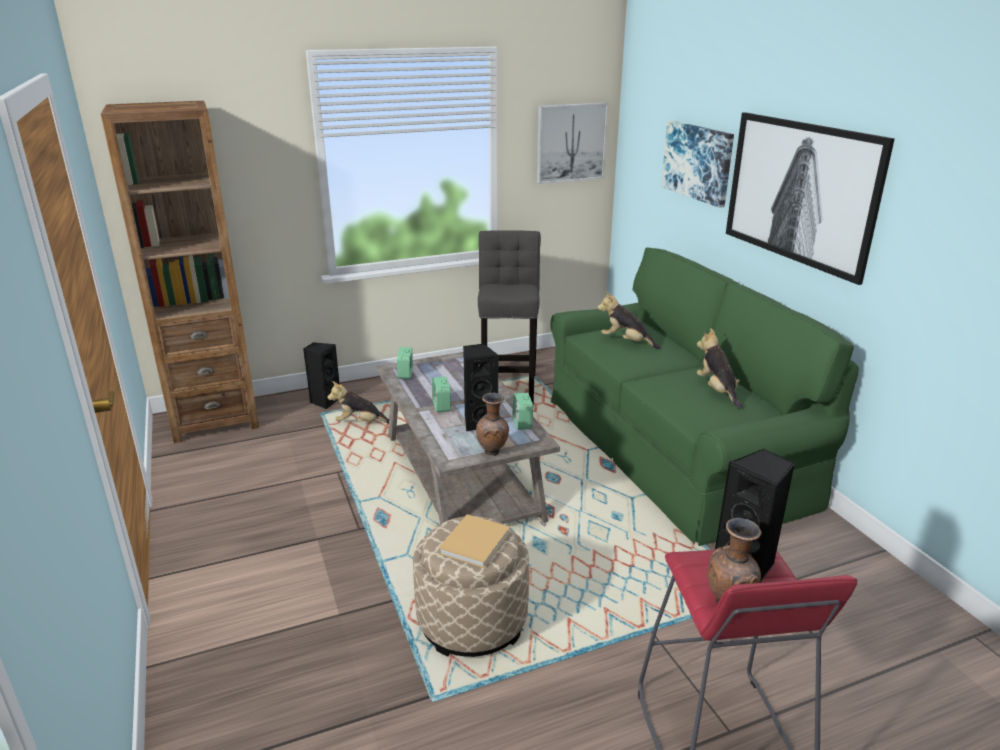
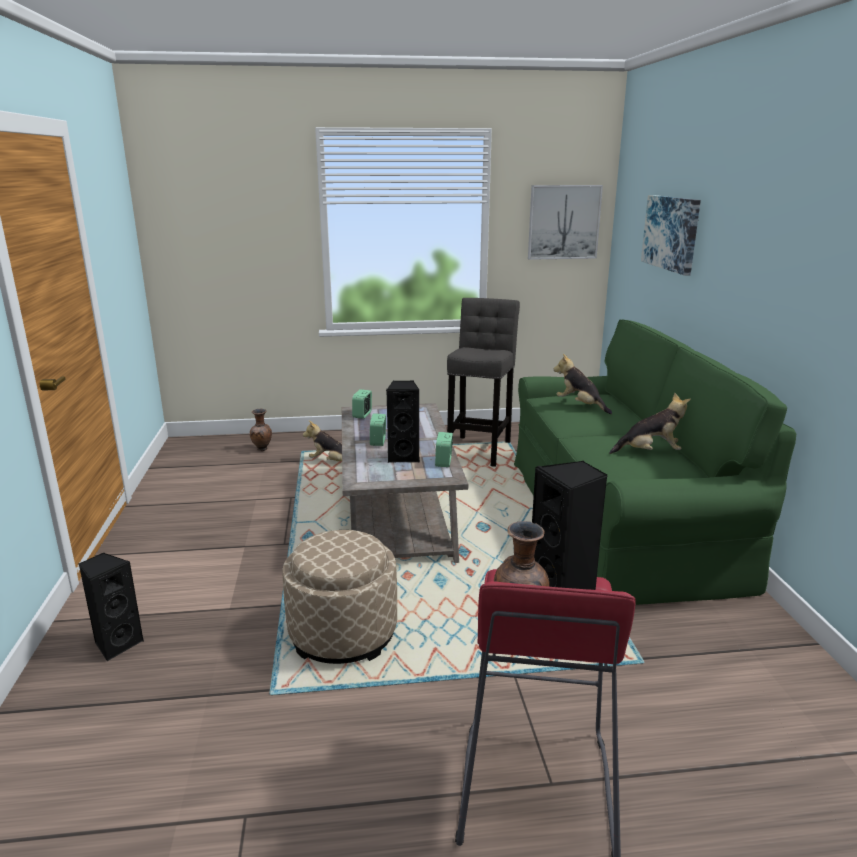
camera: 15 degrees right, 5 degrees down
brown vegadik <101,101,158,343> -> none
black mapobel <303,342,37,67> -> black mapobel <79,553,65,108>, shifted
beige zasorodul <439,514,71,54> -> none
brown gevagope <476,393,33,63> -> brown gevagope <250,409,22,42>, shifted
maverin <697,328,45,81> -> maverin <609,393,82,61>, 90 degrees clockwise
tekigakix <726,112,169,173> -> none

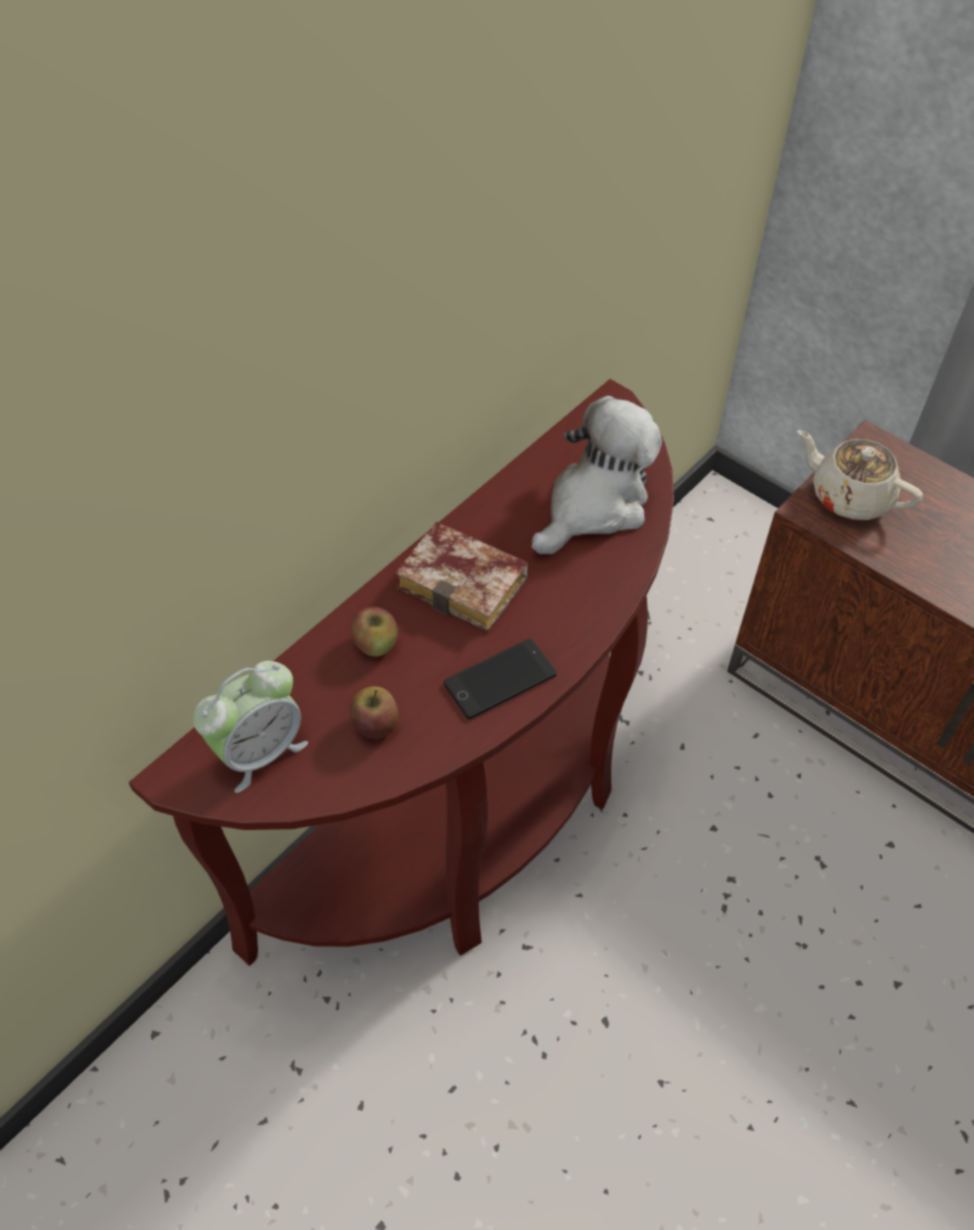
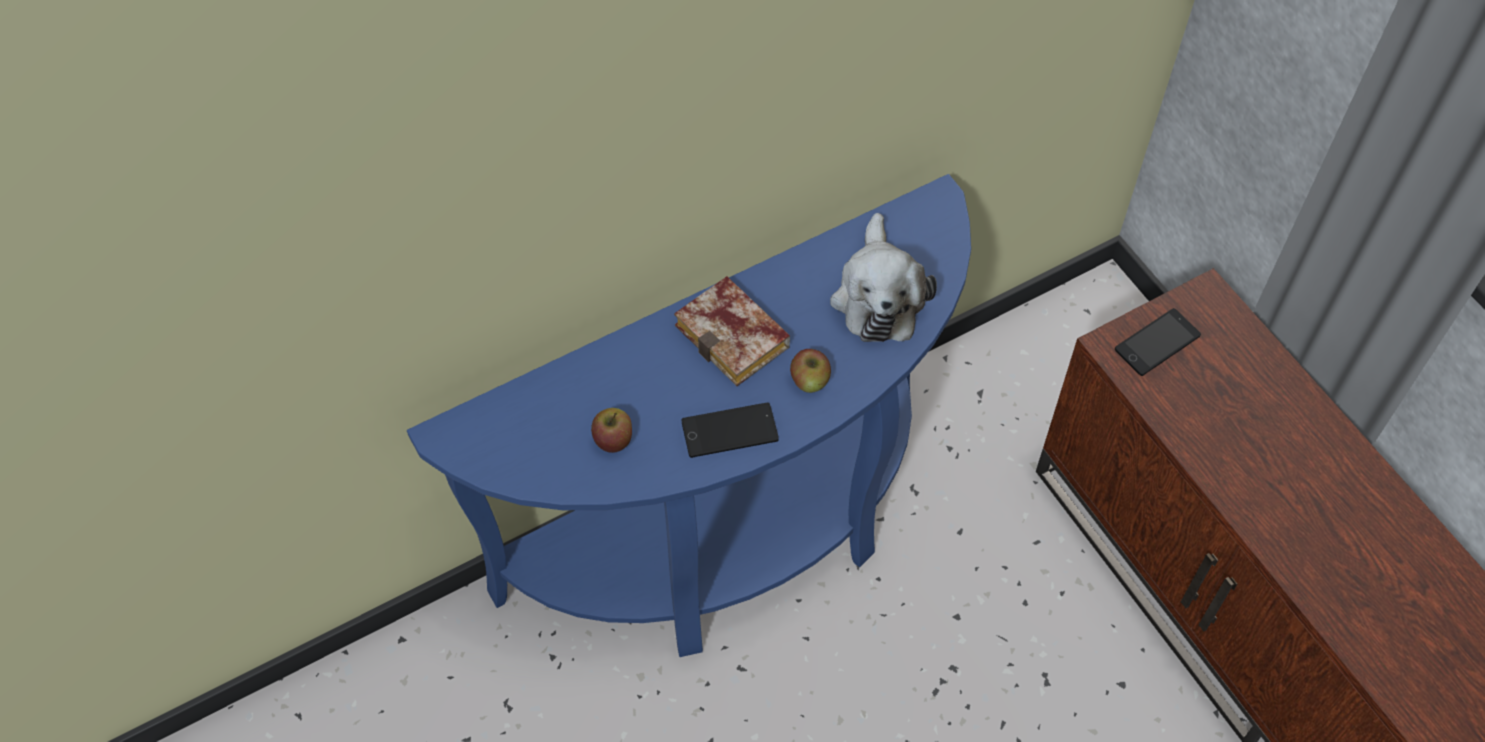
camera: 20 degrees right, 5 degrees up
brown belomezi <129,379,545,587> -> blue belomezi <407,174,564,483>
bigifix <193,661,115,132> -> none
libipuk <350,607,48,50> -> libipuk <790,349,41,44>, shifted
maverin <531,396,131,158> -> maverin <830,213,107,129>, 120 degrees clockwise
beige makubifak <797,430,126,90> -> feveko <1115,308,86,68>

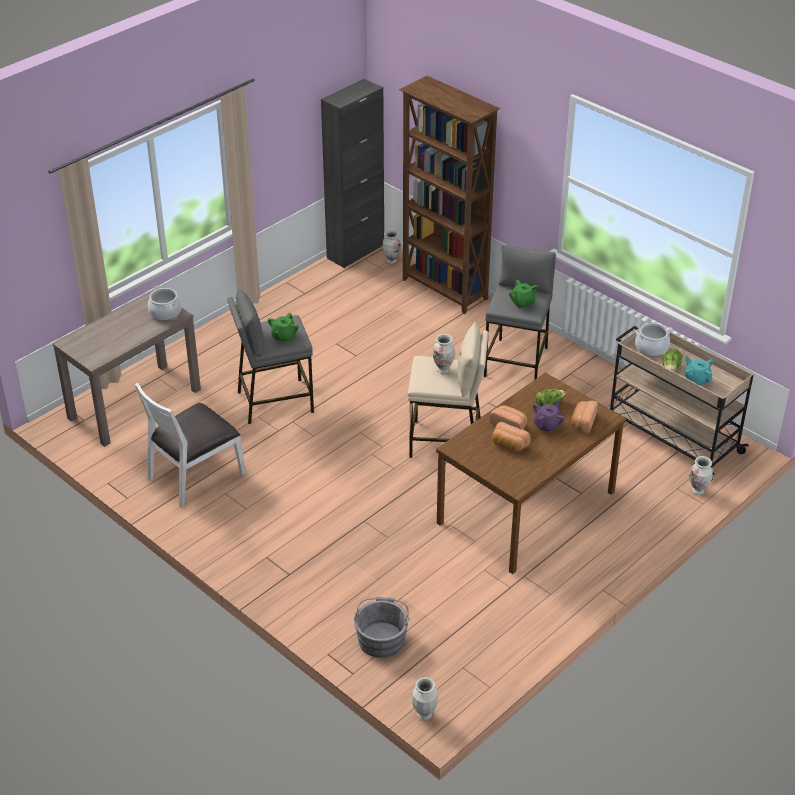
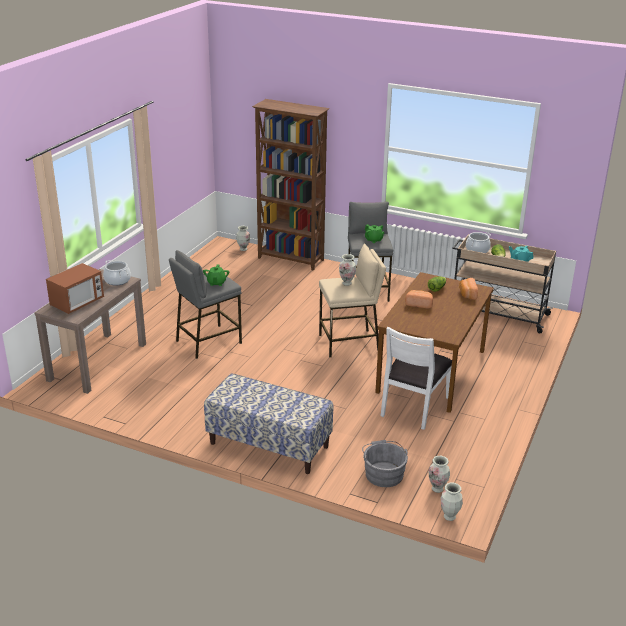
camera: 20 degrees left, 10 degrees down
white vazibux <135,383,111,125> -> white vazibux <381,327,71,103>, shifted
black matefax <321,79,63,189> -> none
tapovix <492,422,39,30> -> none
purple makubifak <533,400,32,33> -> none
gevagope <689,456,24,39> -> gevagope <429,456,21,37>, shifted
none -> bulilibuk <46,263,58,51>
none -> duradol <204,374,129,100>

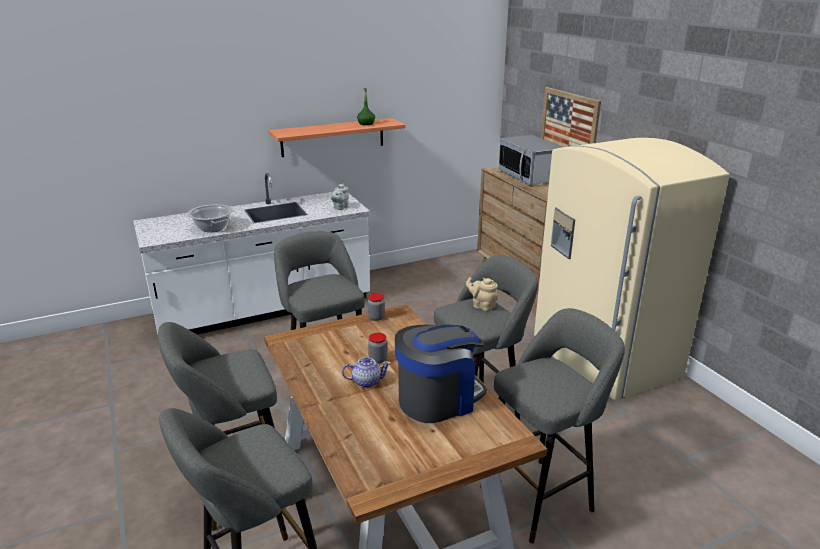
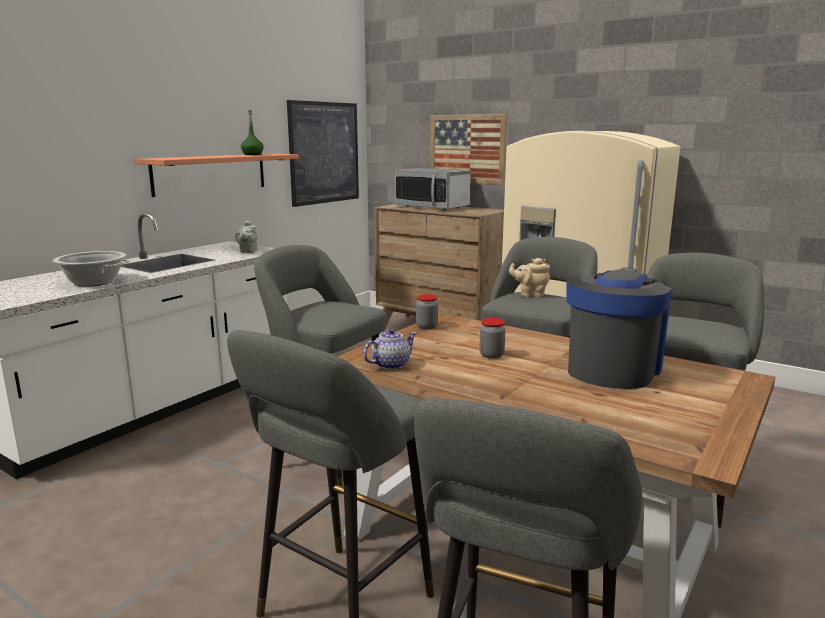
camera: 30 degrees left, 10 degrees down
makubifak <342,357,49,31> -> makubifak <363,329,54,41>, shifted
none -> tekigakix <287,100,72,107>

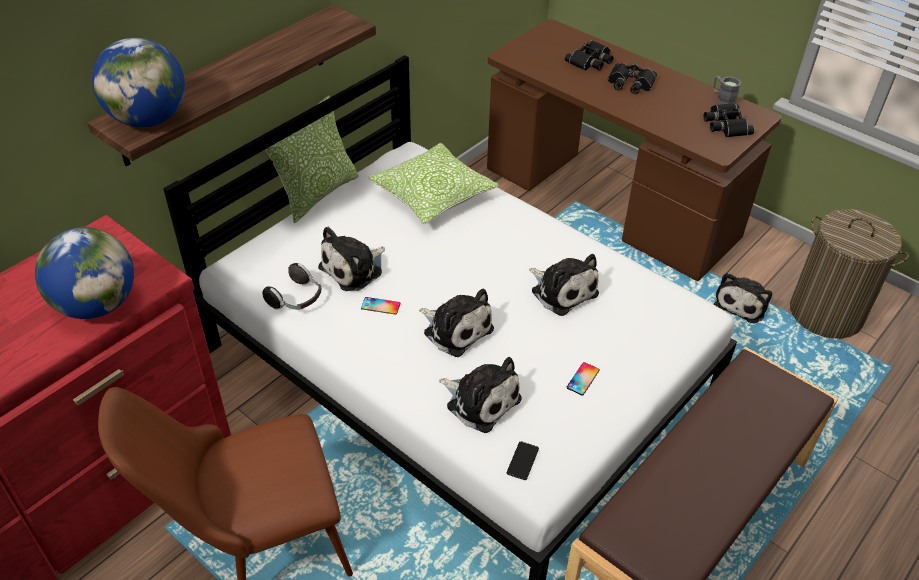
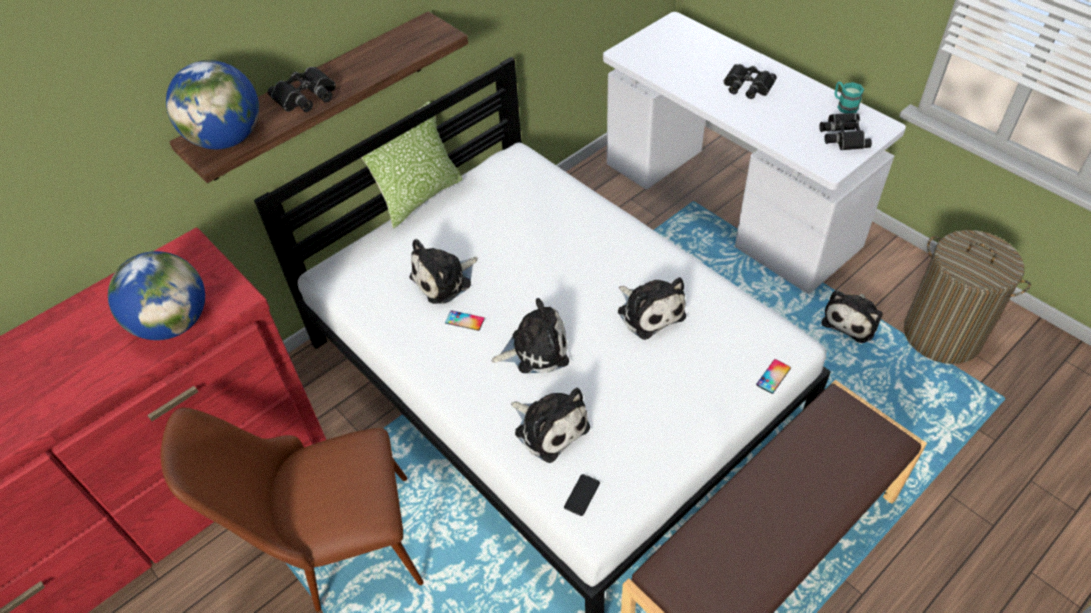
camera: 10 degrees right, 5 degrees up
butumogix <262,263,60,47> -> none
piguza <368,143,131,81> -> none
maverin <419,288,75,69> -> maverin <492,298,77,75>, 60 degrees counterclockwise
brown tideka <487,19,295,262> -> white tideka <603,12,303,282>
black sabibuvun <565,40,48,31> -> black sabibuvun <268,67,68,45>, shifted
feveko <567,362,33,33> -> feveko <756,359,35,35>, shifted
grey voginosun <713,76,28,28> -> turquoise voginosun <834,82,30,31>

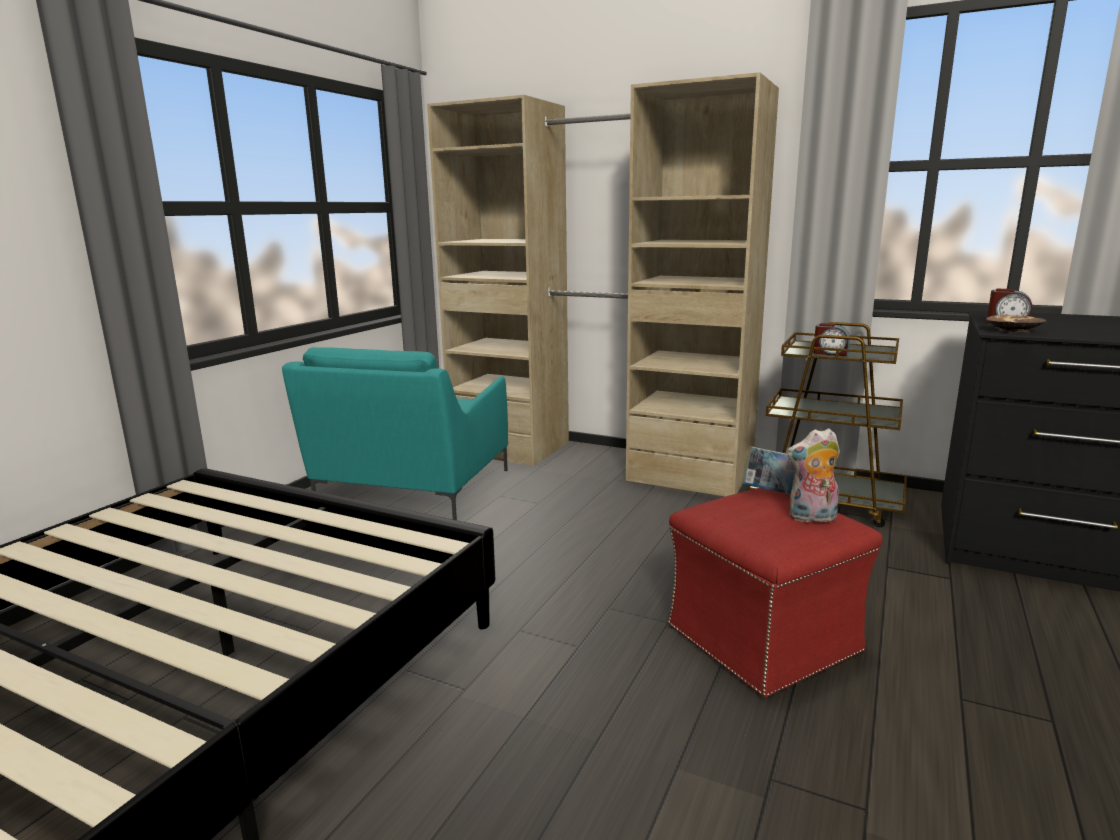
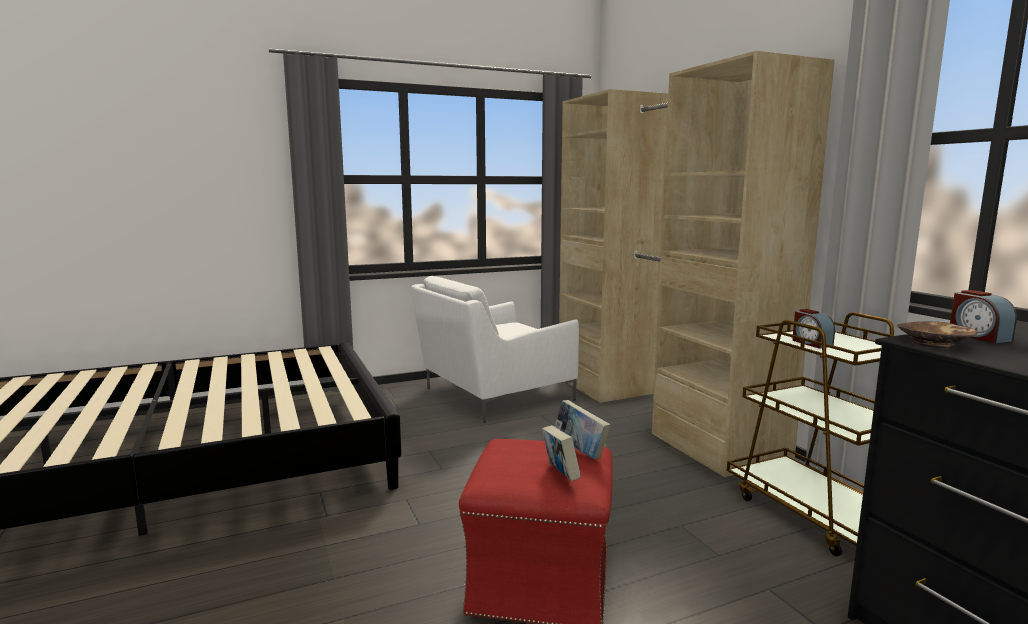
camera: 40 degrees right, 5 degrees down
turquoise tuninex <282,347,226,173> -> white tuninex <411,276,168,147>
maverin <787,428,53,95> -> zasorodul <542,425,39,56>

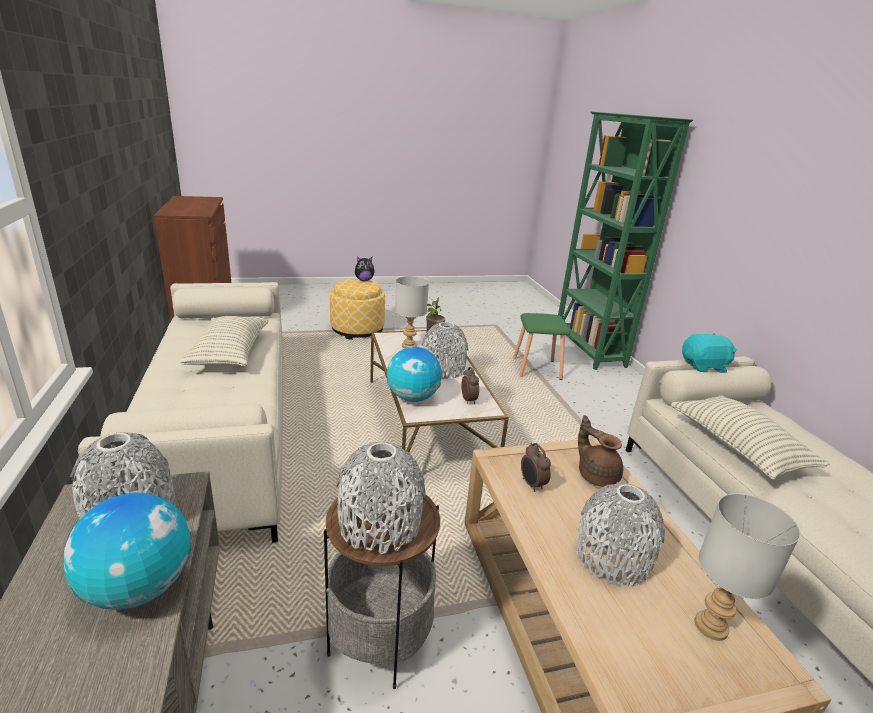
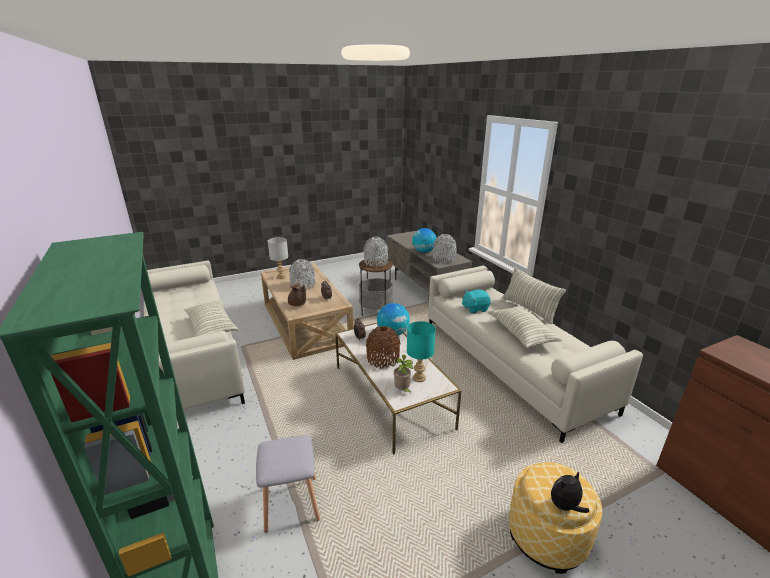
camera: 170 degrees right, 0 degrees up
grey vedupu <395,276,34,72> -> turquoise vedupu <407,321,29,61>
grey gevagope <421,322,47,57> -> brown gevagope <366,326,34,43>
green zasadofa <513,313,58,67> -> grey zasadofa <256,435,64,97>
turquoise maverin <682,334,55,39> -> turquoise maverin <462,290,29,24>, shifted
none -> piguza <503,267,63,57>

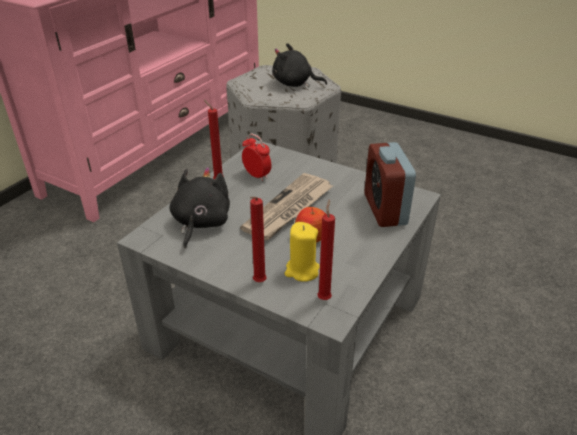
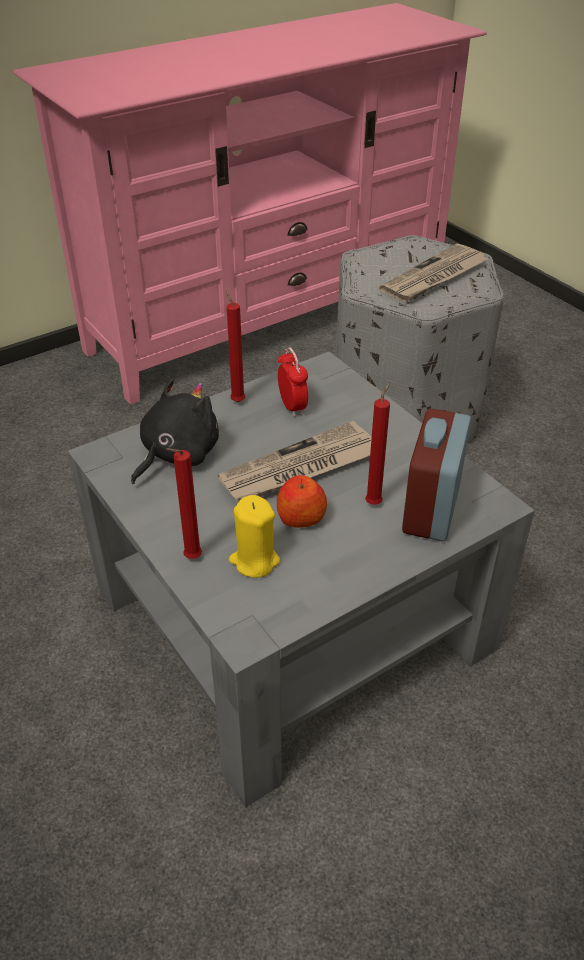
camera: 25 degrees right, 5 degrees up
black maverin <272,43,55,44> -> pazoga <379,244,109,58>
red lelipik <317,199,18,101> -> red lelipik <365,382,25,123>, shifted

